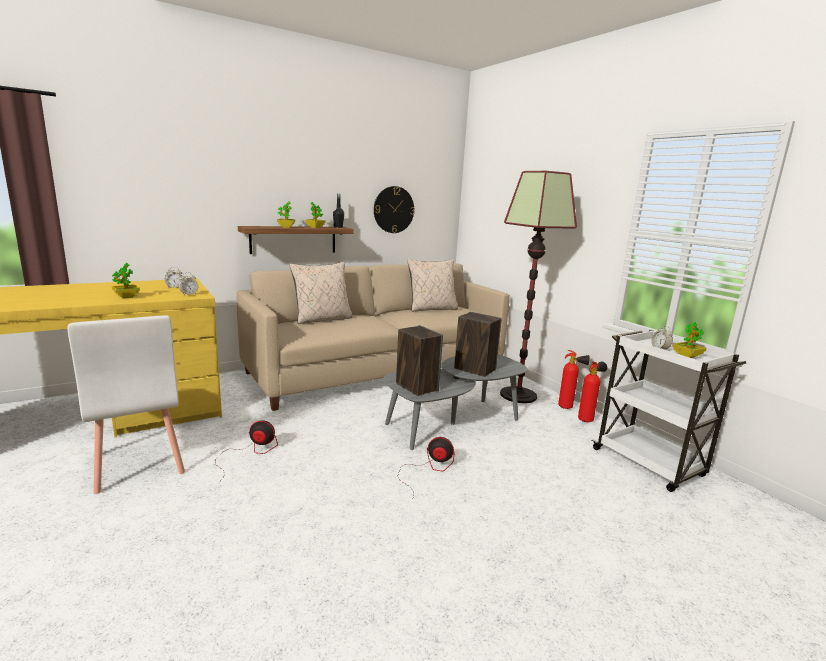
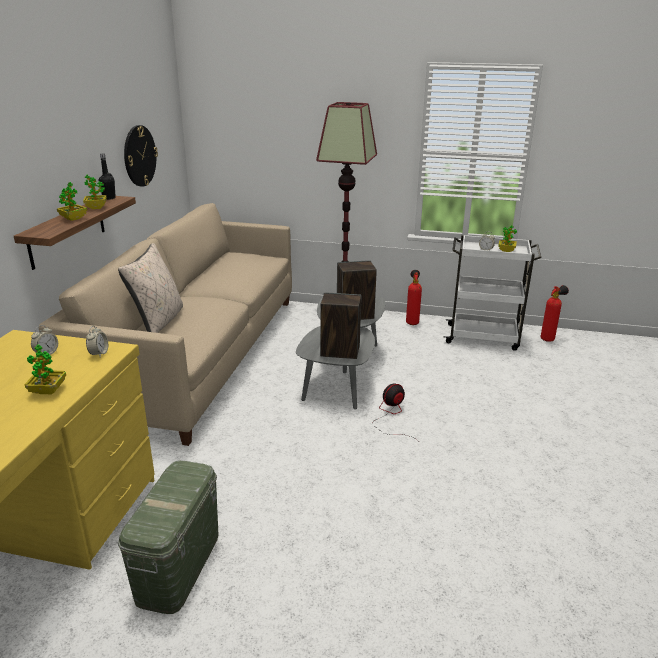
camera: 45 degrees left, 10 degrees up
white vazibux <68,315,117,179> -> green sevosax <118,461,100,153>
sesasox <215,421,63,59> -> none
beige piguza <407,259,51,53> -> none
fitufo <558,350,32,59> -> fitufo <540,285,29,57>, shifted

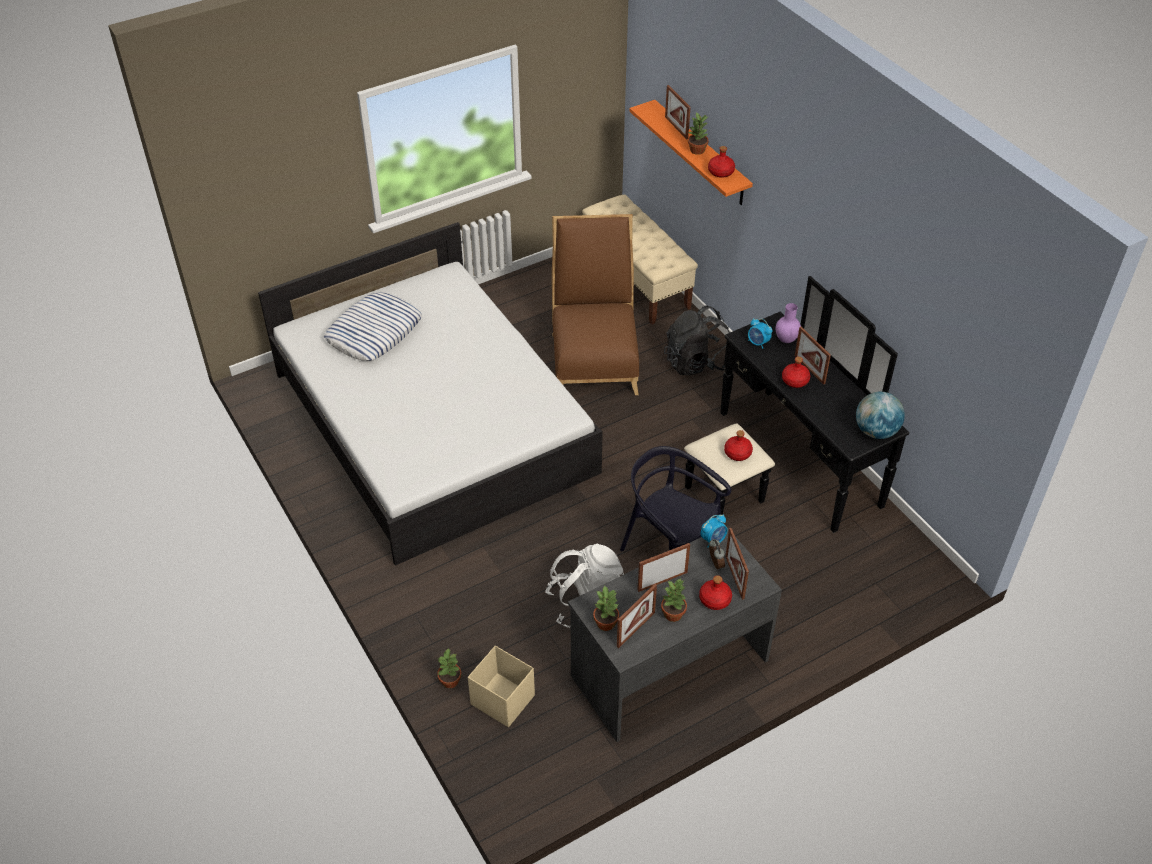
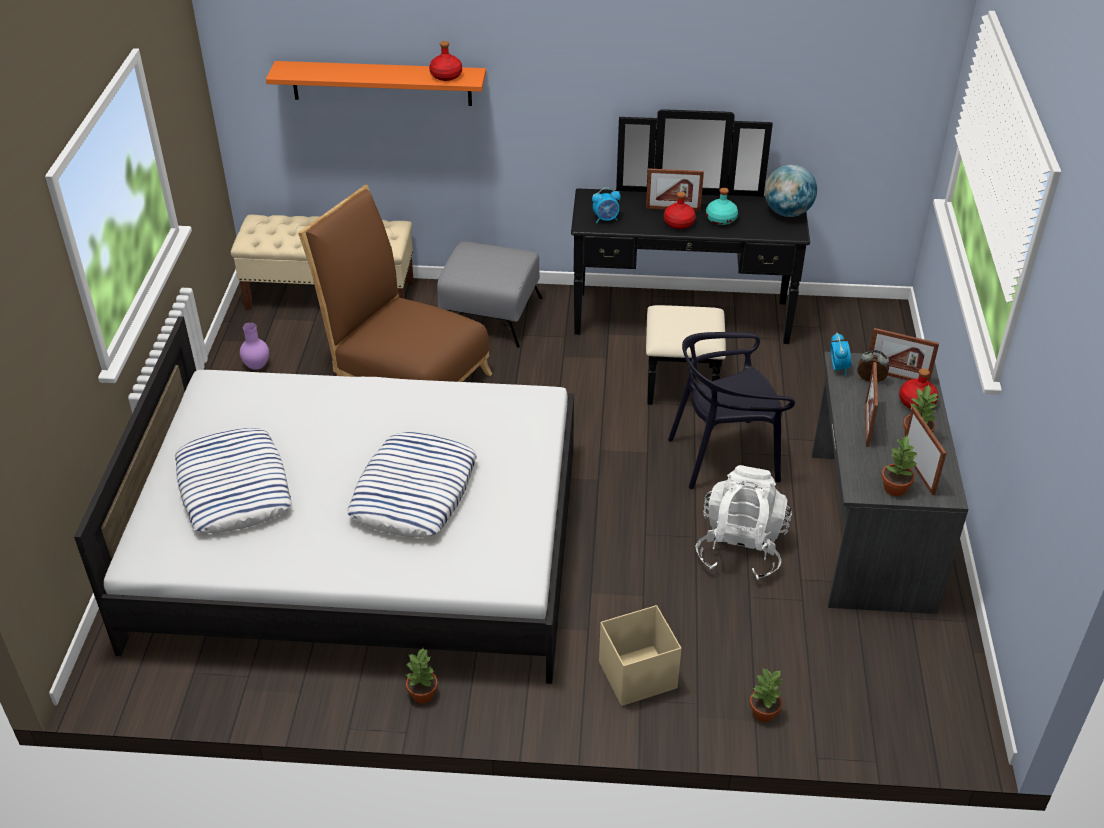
camera: 55 degrees left, 5 degrees down
beige sevosax <468,646,67,81> -> beige sevosax <599,605,82,101>, shifted
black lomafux <664,305,66,71> -> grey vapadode <437,241,105,106>
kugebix <665,85,26,55> -> none
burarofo <688,112,21,43> -> burarofo <406,649,32,55>, shifted
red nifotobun <724,430,29,31> -> none
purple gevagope <776,303,25,40> -> purple gevagope <240,323,29,47>, shifted
none -> piguza <347,432,130,105>
none -> turquoise nifotobun <706,188,32,37>

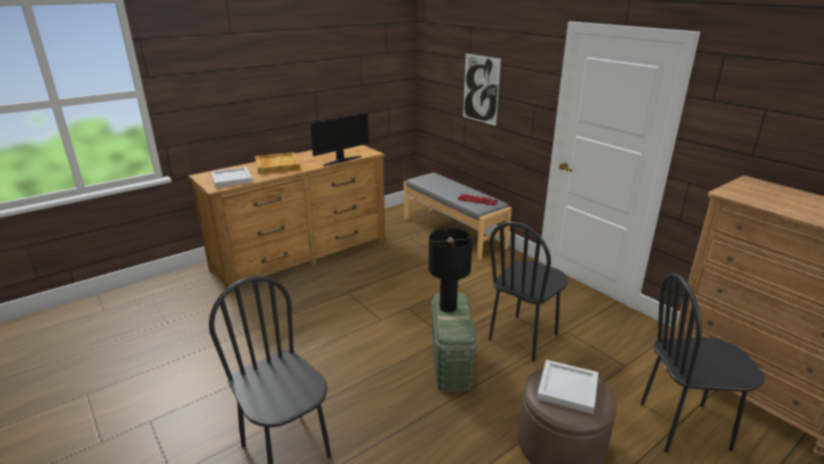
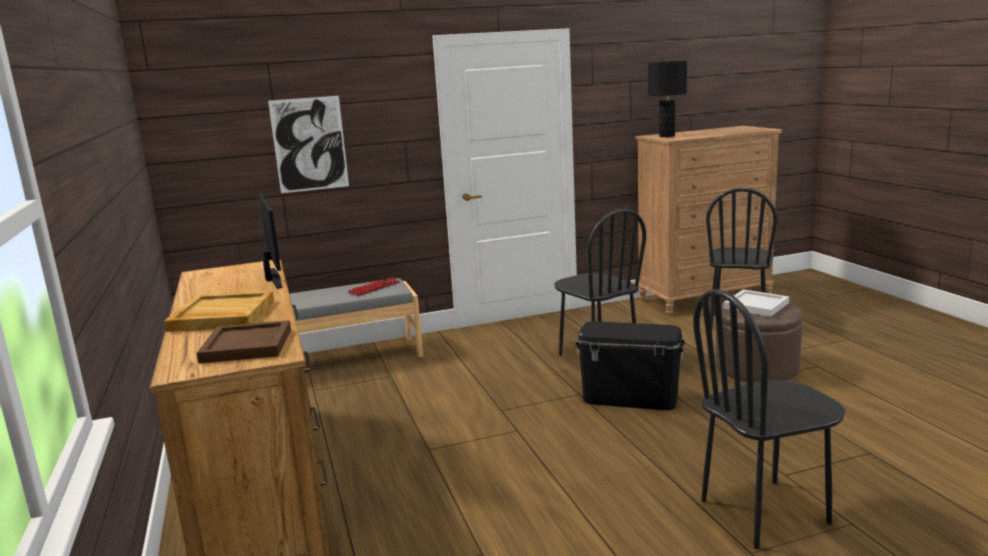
camera: 70 degrees left, 10 degrees down
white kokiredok <211,167,42,21> -> brown kokiredok <197,320,94,44>
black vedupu <428,228,45,85> -> black vedupu <648,61,39,76>, shifted
green sevosax <431,292,46,100> -> black sevosax <575,321,110,89>

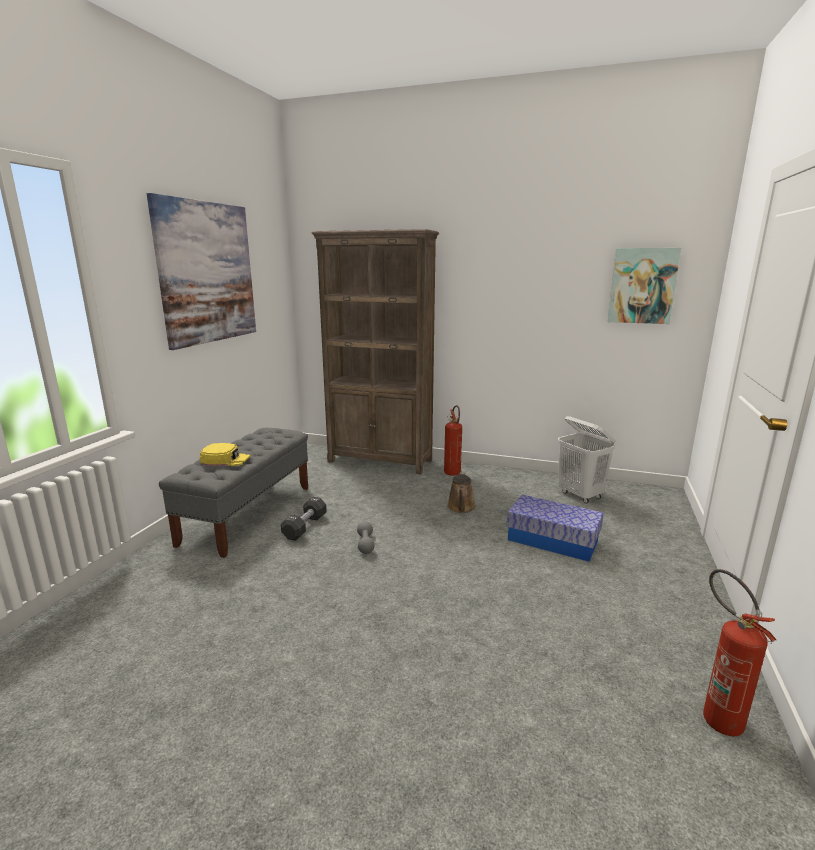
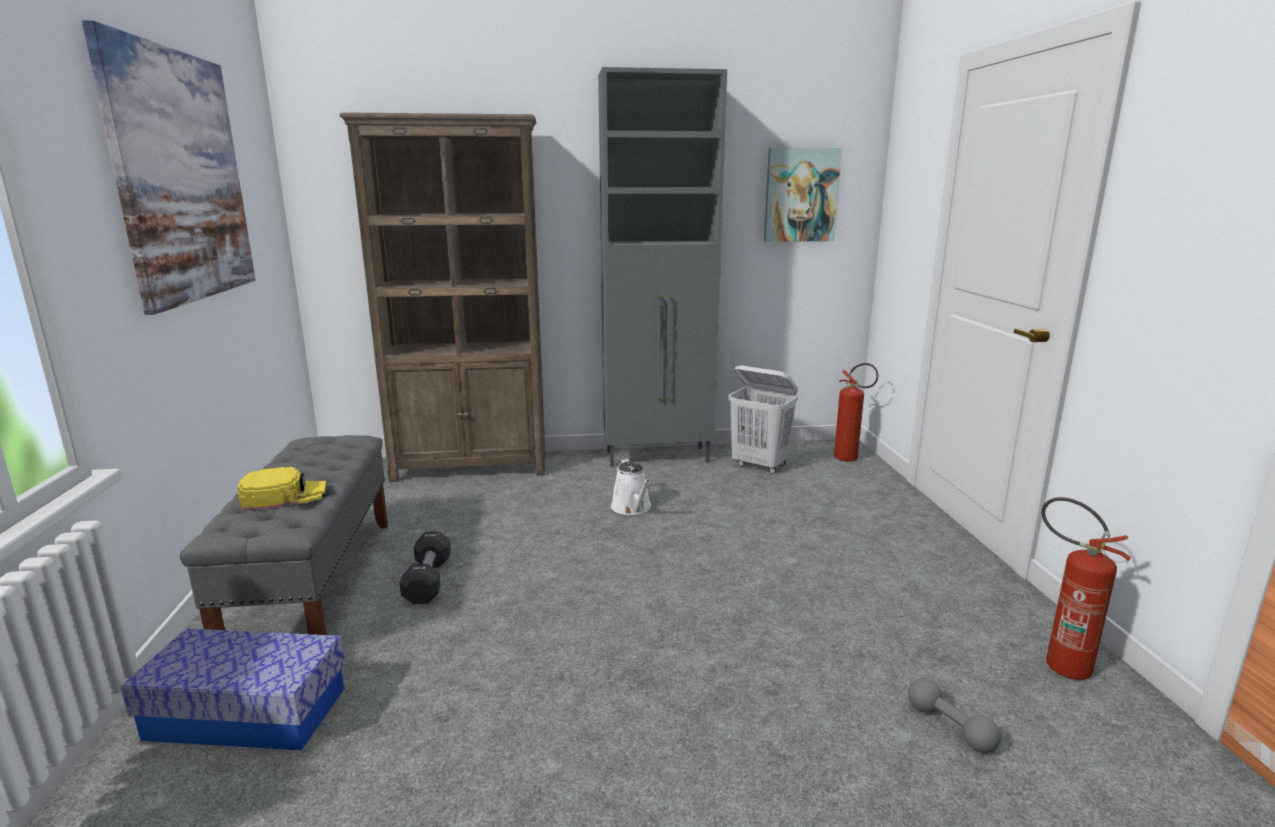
camera: 25 degrees left, 0 degrees up
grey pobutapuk <357,521,18,33> -> grey pobutapuk <908,678,93,75>, shifted
fitufo <444,405,18,71> -> fitufo <834,363,44,99>, shifted
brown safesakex <447,472,29,41> -> white safesakex <611,458,40,57>
sevosax <507,495,97,67> -> sevosax <121,628,224,122>, shifted
none -> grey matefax <598,67,129,400>

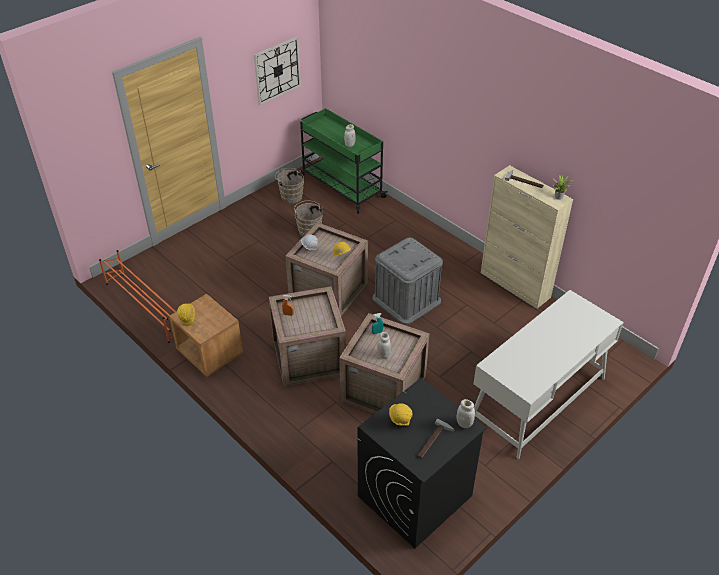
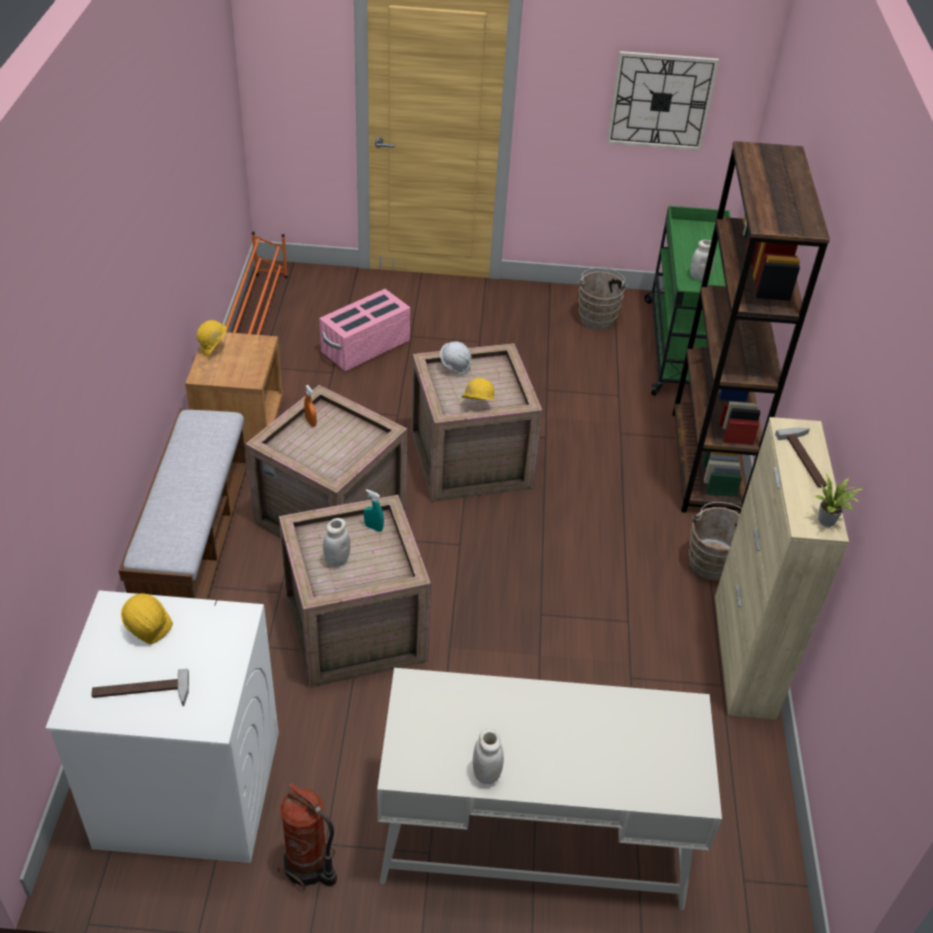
camera: 45 degrees right, 0 degrees up
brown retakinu <294,201,29,36> -> brown retakinu <689,502,53,78>, shifted
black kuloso <358,378,128,170> -> white kuloso <46,590,233,273>
grey sevosax <373,237,70,88> -> none
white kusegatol <457,399,18,29> -> white kusegatol <473,728,31,57>, shifted
none -> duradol <119,408,129,192>
none -> fitufo <277,784,60,106>
none -> pink sevosax <319,289,91,82>
none -> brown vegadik <672,141,158,373>

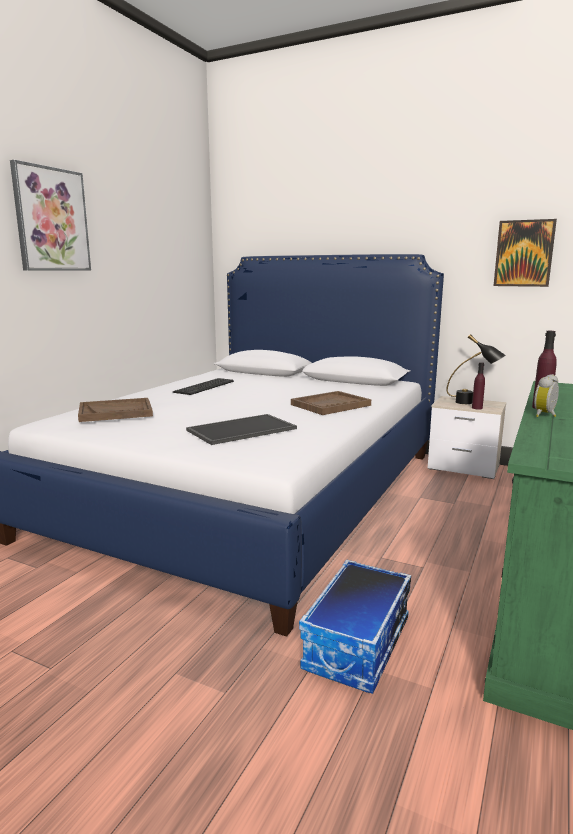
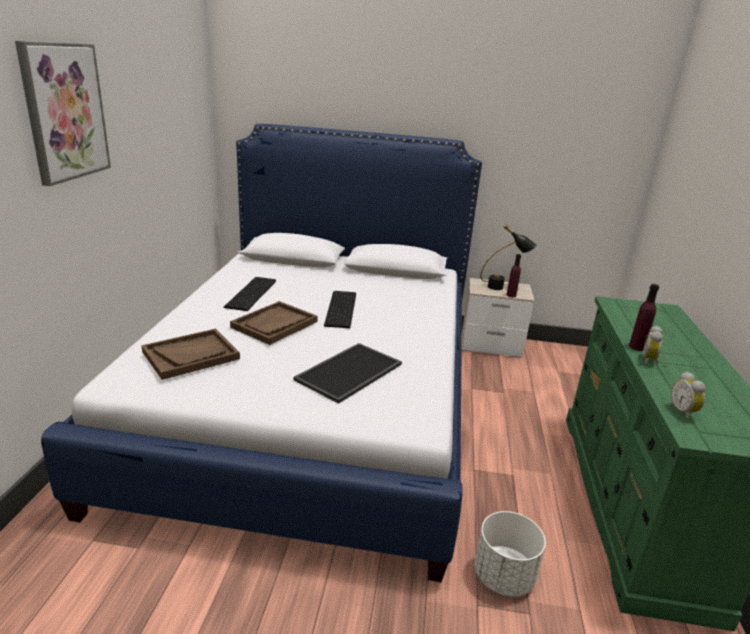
camera: 20 degrees left, 10 degrees up
brown kokiredok <291,391,80,24> -> brown kokiredok <230,301,88,44>, shifted
sevosax <299,559,112,135> -> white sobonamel <475,511,71,86>
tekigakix <494,219,63,68> -> none
none -> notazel <324,291,32,37>
none -> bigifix <671,371,35,49>

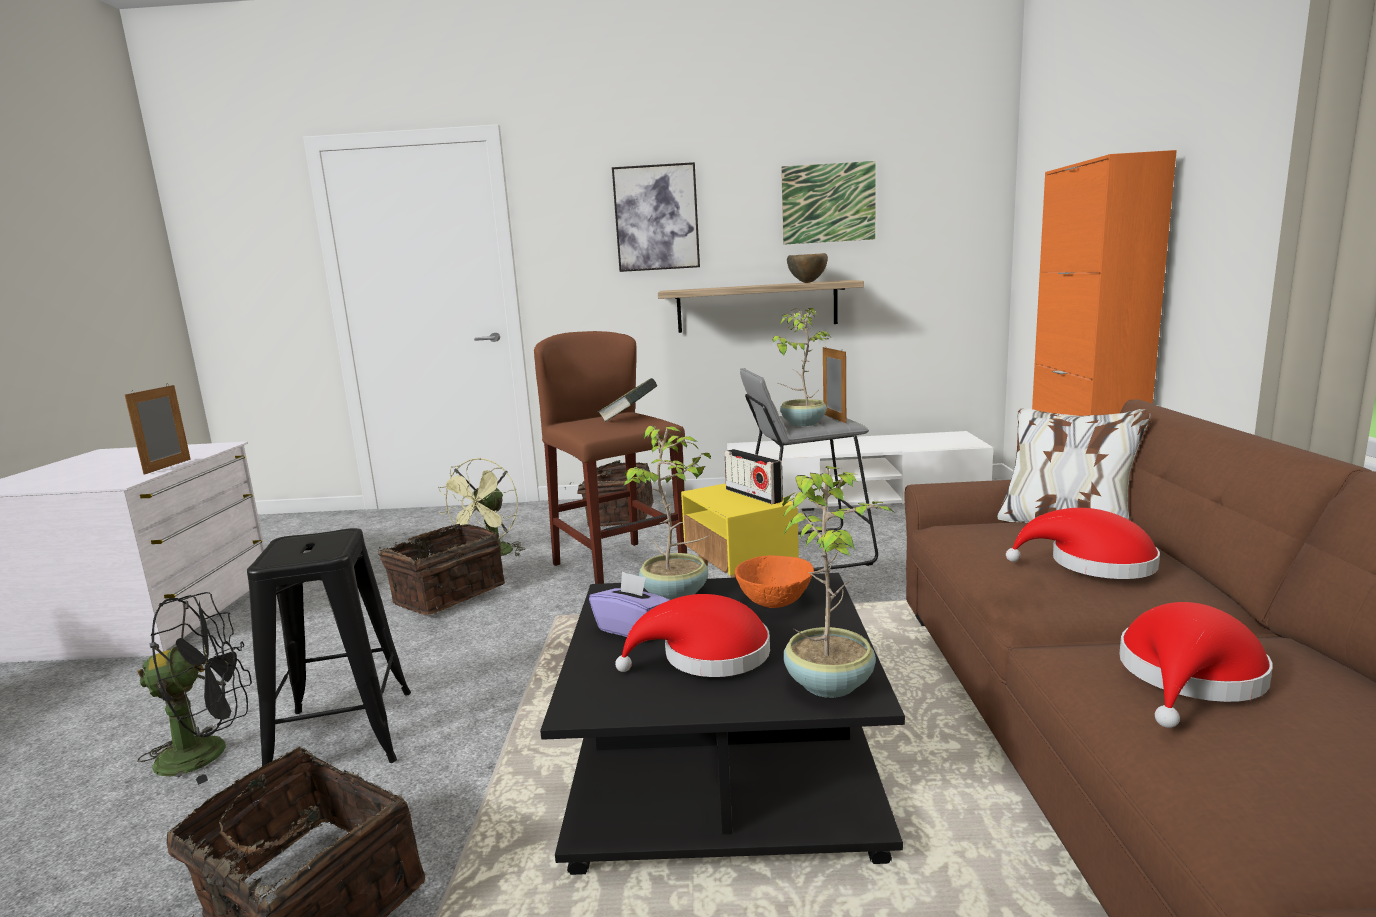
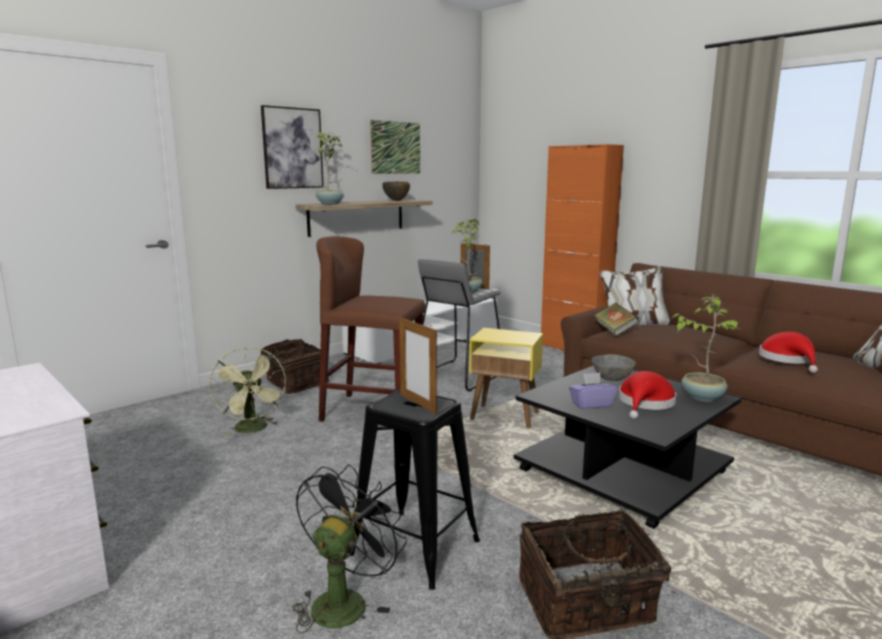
camera: 45 degrees left, 0 degrees up
kugebix <125,384,66,91> -> kugebix <399,316,38,98>, shifted
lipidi <378,524,127,91> -> none
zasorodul <597,378,60,45> -> zasorodul <594,303,45,33>, shifted
burarofo <623,426,88,174> -> burarofo <316,132,28,73>, shifted
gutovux <724,449,59,55> -> none
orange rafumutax <735,555,79,53> -> grey rafumutax <592,354,44,27>
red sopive <1006,508,154,71> -> none

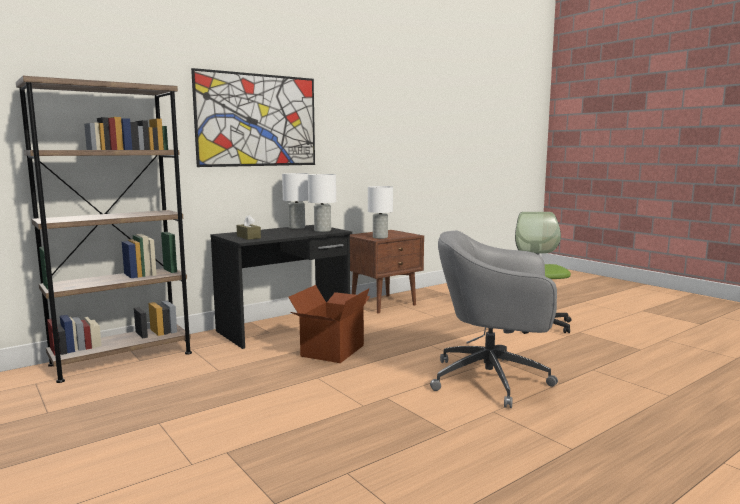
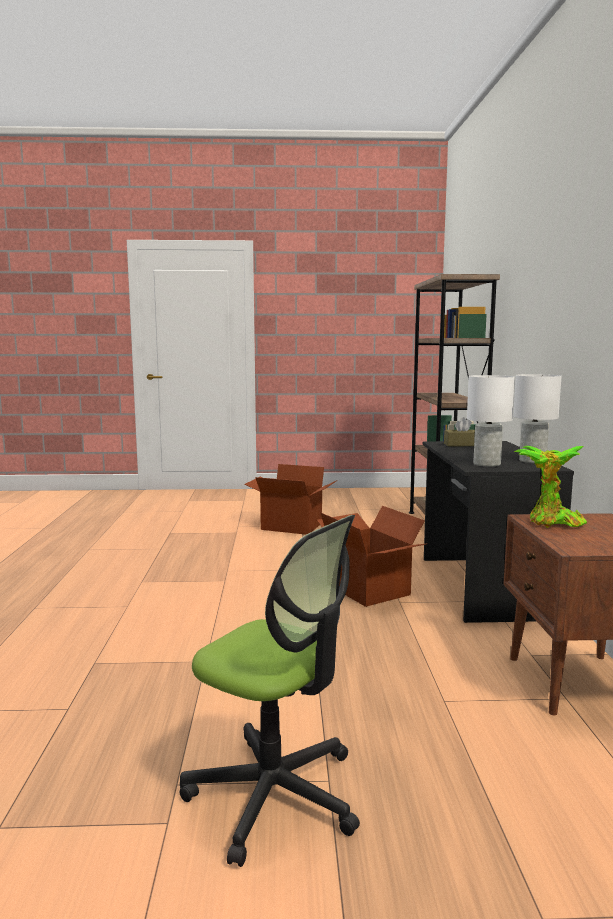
camera: 125 degrees right, 0 degrees up
tekigakix <191,68,124,99> -> none
white vedupu <368,186,25,53> -> burarofo <514,446,73,82>
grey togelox <430,231,128,177> -> none
none -> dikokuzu <244,464,94,71>

